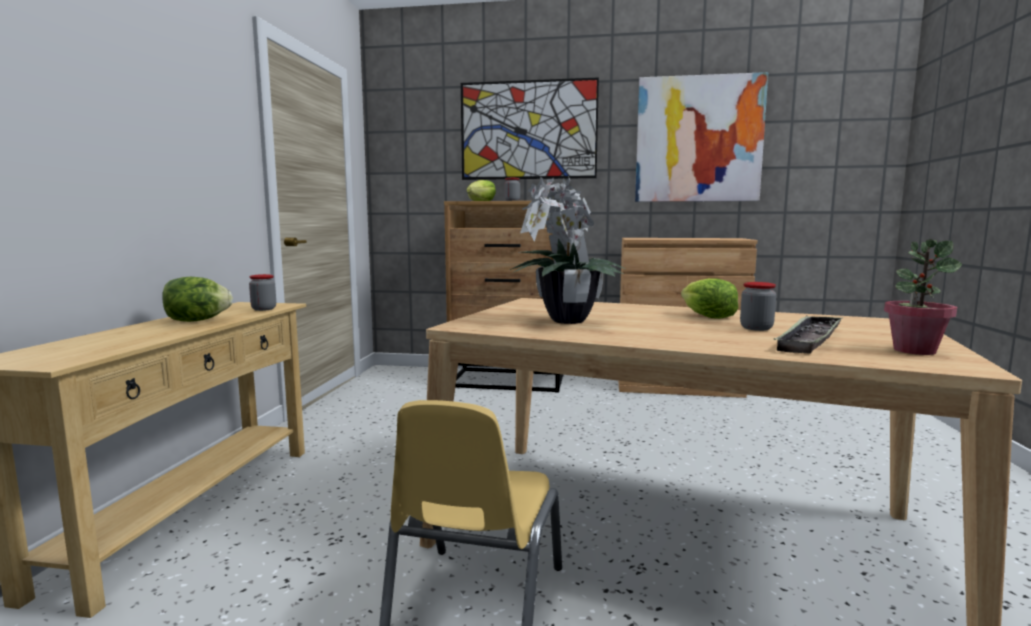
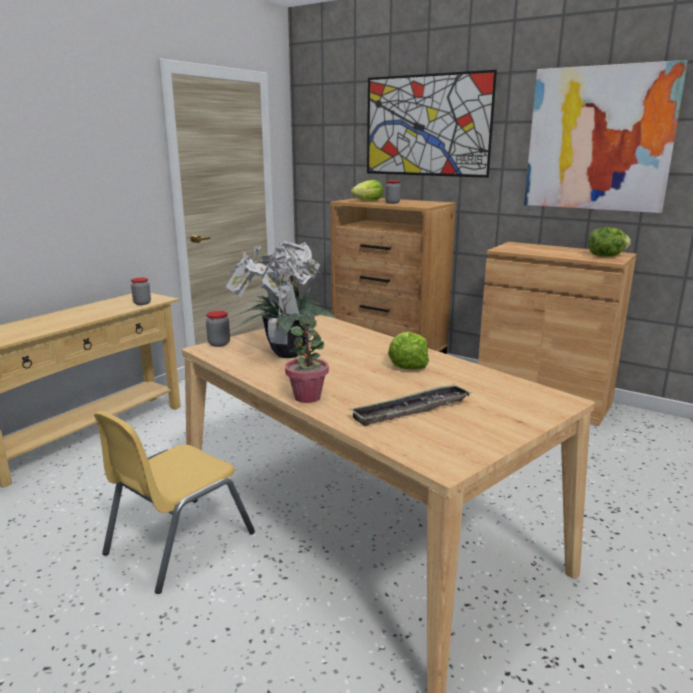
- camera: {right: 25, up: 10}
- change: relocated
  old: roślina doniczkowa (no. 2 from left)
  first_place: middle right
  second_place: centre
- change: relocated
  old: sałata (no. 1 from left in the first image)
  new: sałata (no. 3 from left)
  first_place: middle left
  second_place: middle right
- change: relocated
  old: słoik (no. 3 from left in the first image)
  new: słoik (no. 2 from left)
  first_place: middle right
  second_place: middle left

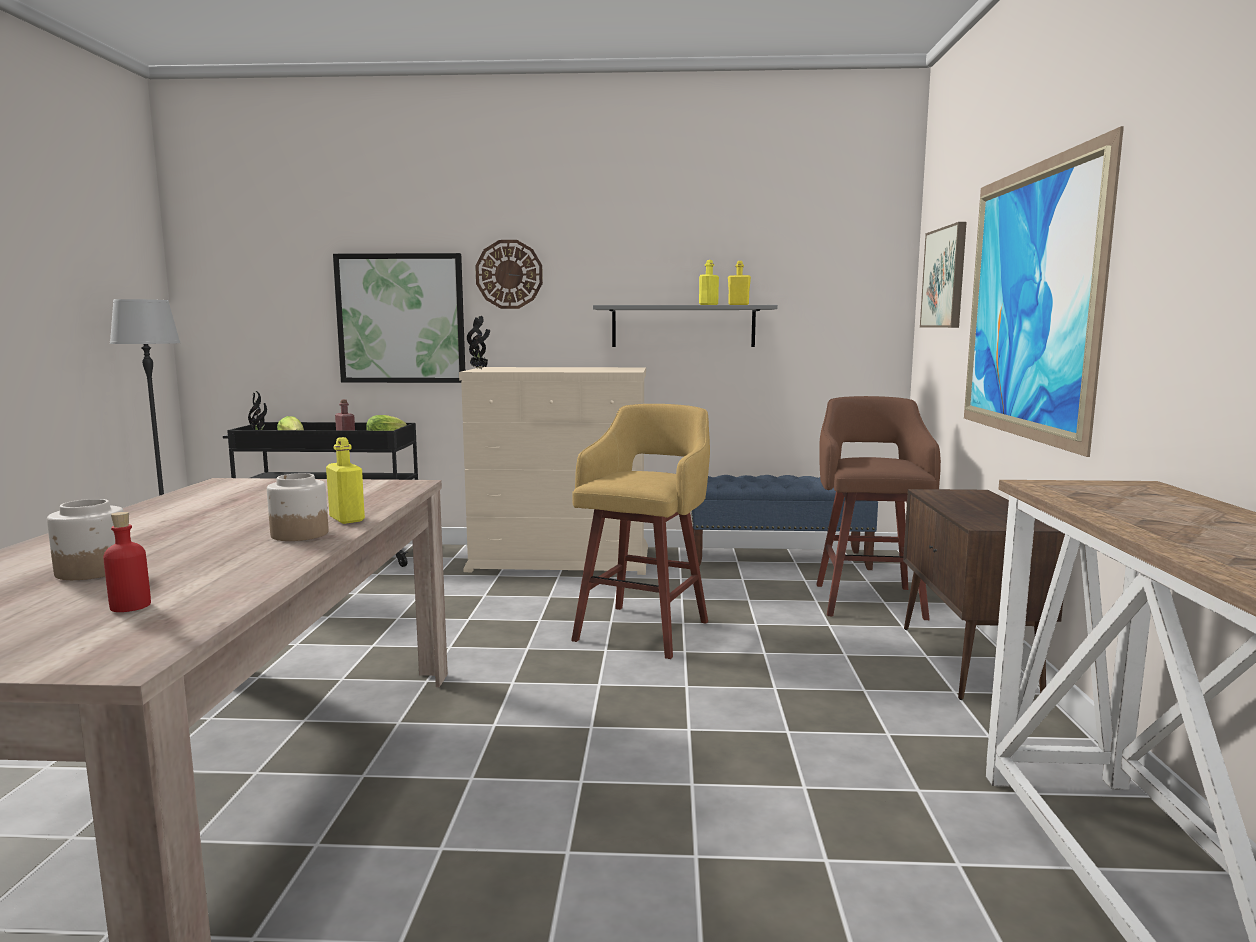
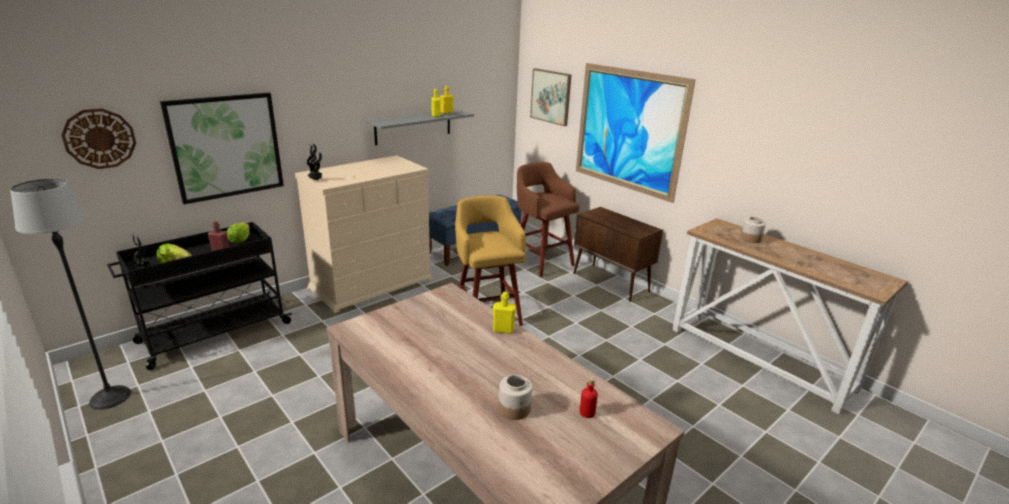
- camera: {right: -45, up: 15}
- change: relocated
  old: zegar ścienny
  first_place: top centre
  second_place: top left
- change: relocated
  old: słoik (no. 2 from left)
  first_place: middle left
  second_place: middle right

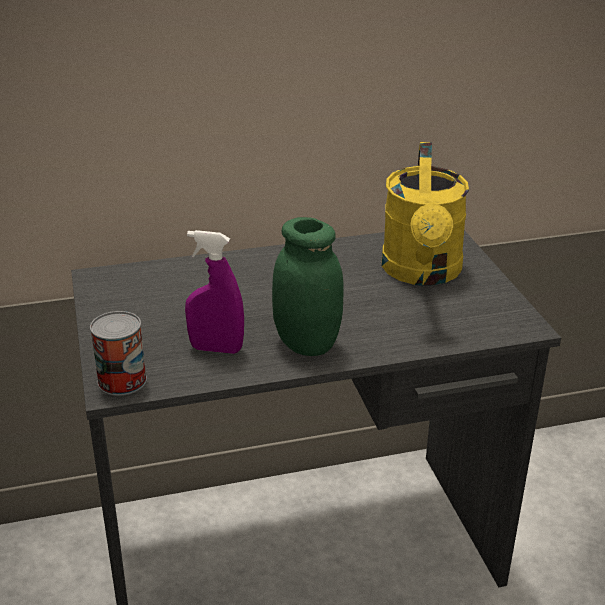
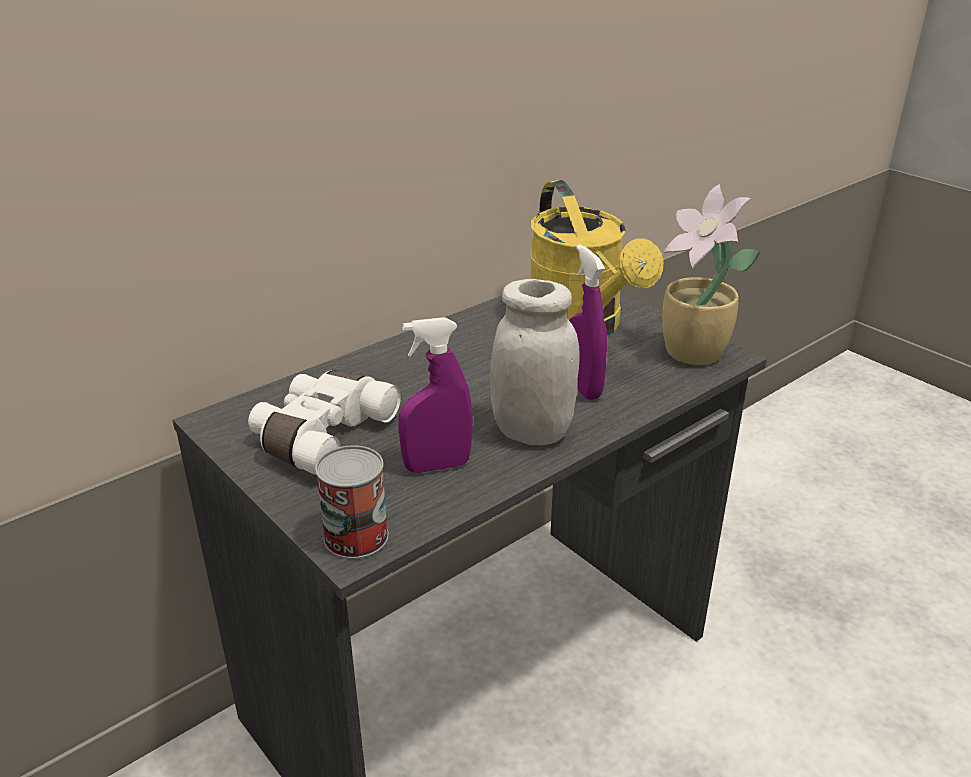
- camera: {right: -25, up: 0}
- change: colour
  old: słoik (zielony)
  new: słoik (biały)
  first_place: centre
  second_place: centre
- change: appeared
  new: roślina doniczkowa
  second_place: middle right
- change: appeared
  new: spryskiwacz (fioletowy) (no. 2 from left)
  second_place: centre
- change: appeared
  new: lornetka (biały)
  second_place: centre

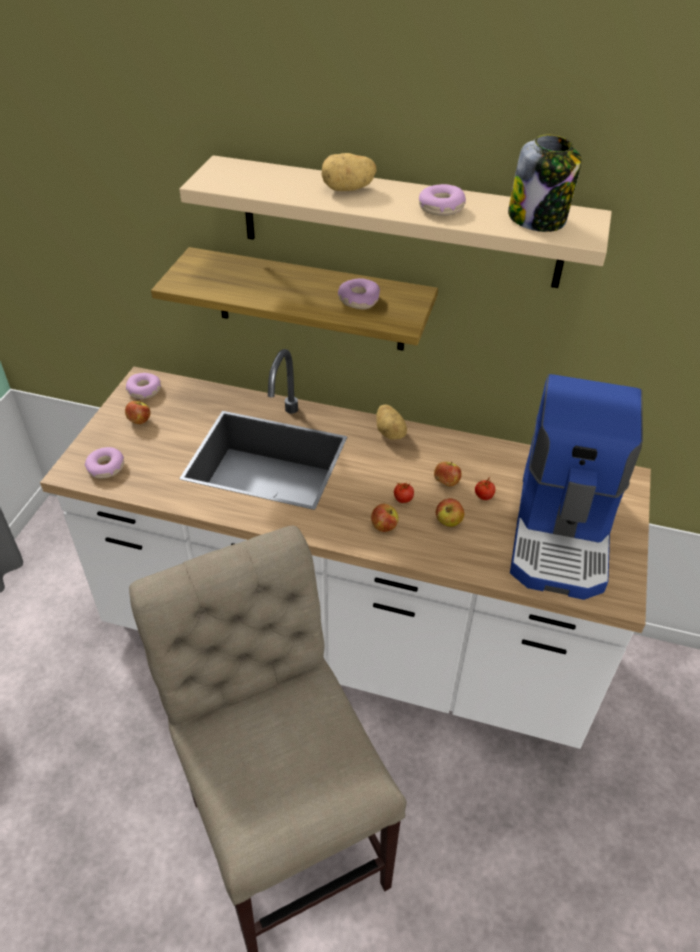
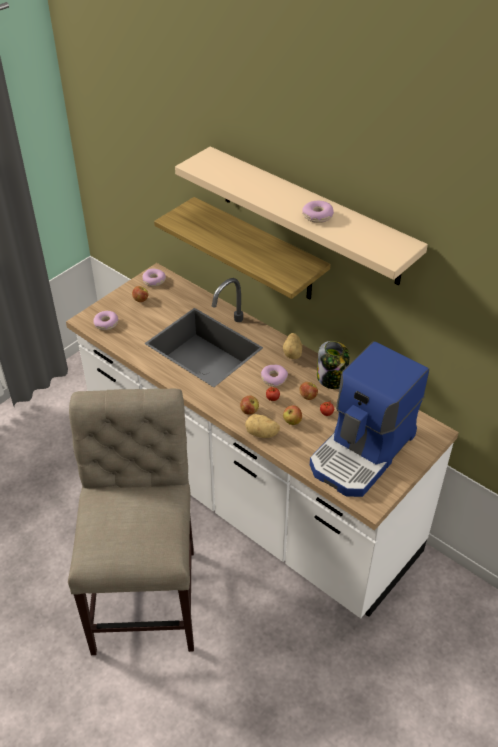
- camera: {right: 25, up: 0}
- change: relocated
  old: słoik
  first_place: top right
  second_place: middle right
- change: relocated
  old: ziemniak (no. 1 from left)
  first_place: top centre
  second_place: centre
- change: relocated
  old: donut (no. 3 from left)
  first_place: top centre
  second_place: centre

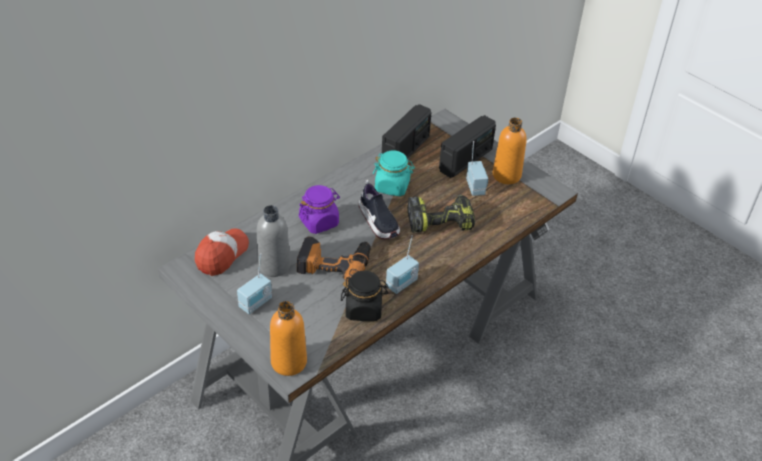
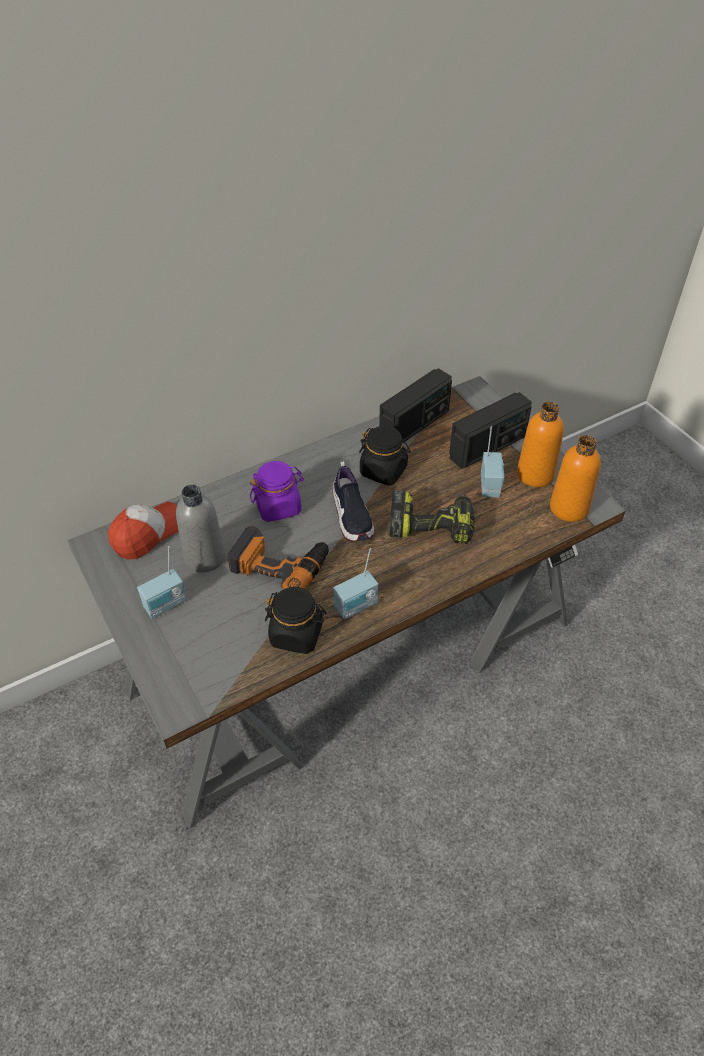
- camera: {right: 15, up: 5}
- change: colour
  old: słoik (turkusowy)
  new: słoik (czarny) (no. 2 from left)
  first_place: centre
  second_place: centre
- change: relocated
  old: butelka (pomarańczowy) (no. 1 from left in the first image)
  new: butelka (pomarańczowy) (no. 2 from left)
  first_place: bottom centre
  second_place: middle right

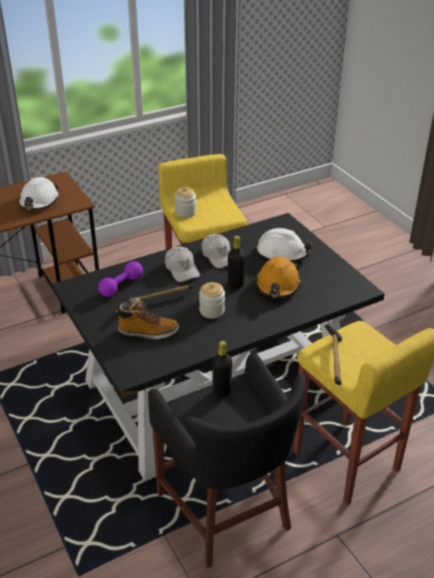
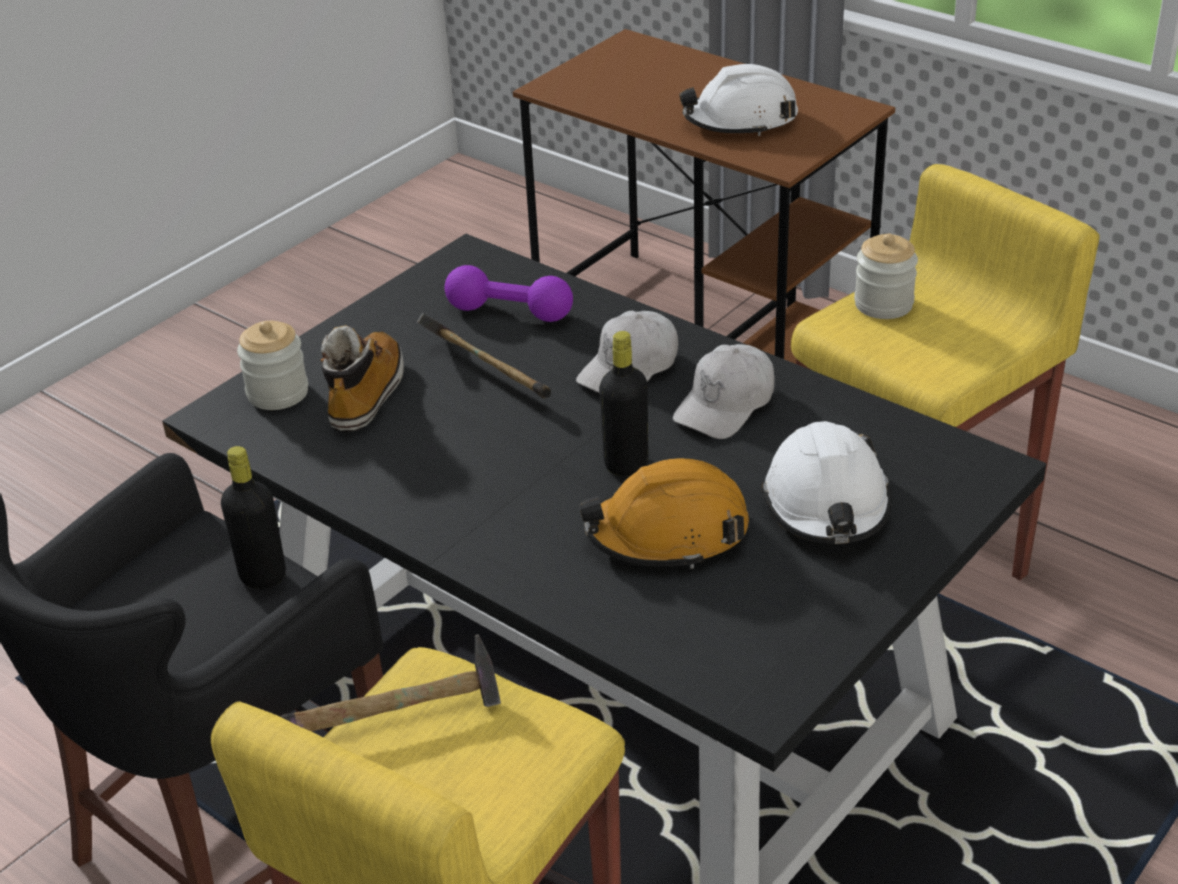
- camera: {right: 70, up: 0}
- change: relocated
  old: słoik (no. 2 from left in the first image)
  new: słoik (no. 1 from left)
  first_place: centre
  second_place: middle left
- change: spun
  old: but z cholewką
  first_place: centre
  second_place: middle left
  degrees: -150

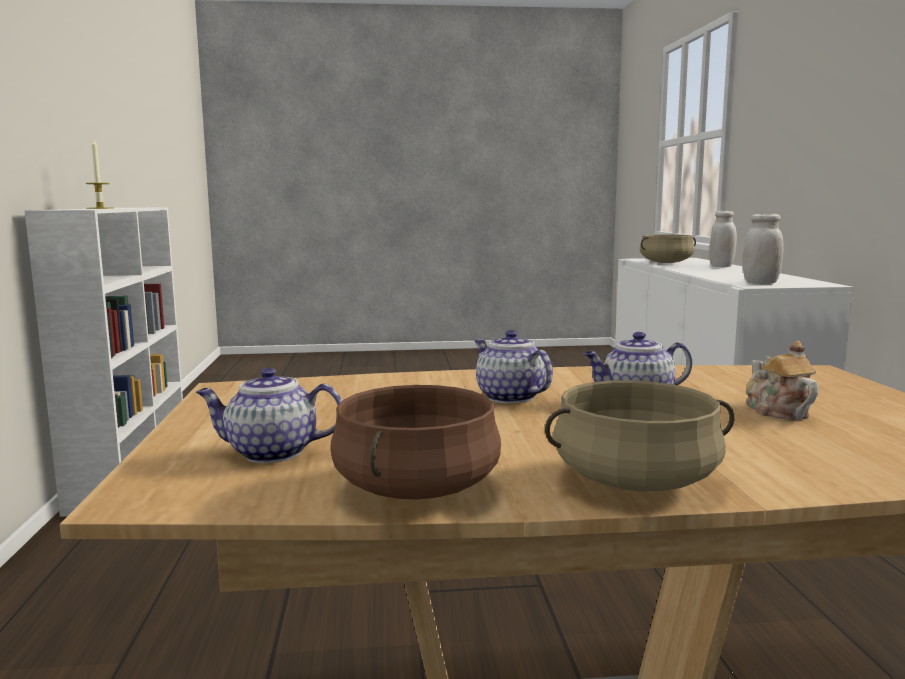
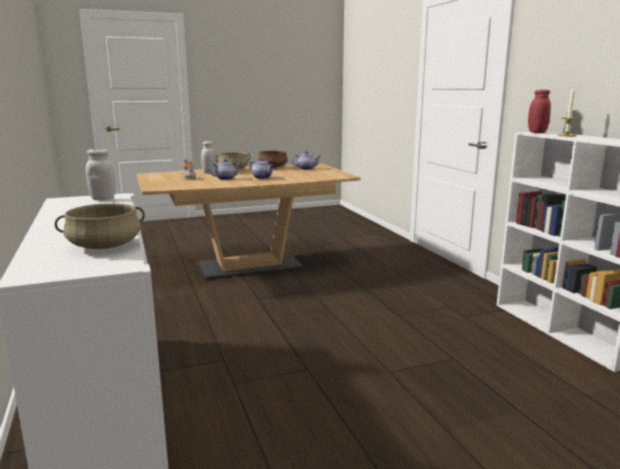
- camera: {right: 165, up: 5}
- change: relocated
  old: słoik (biały) (no. 1 from left in the first image)
  new: słoik (biały) (no. 2 from left)
  first_place: middle right
  second_place: centre
- change: appeared
  new: słoik (czerwony)
  second_place: top right

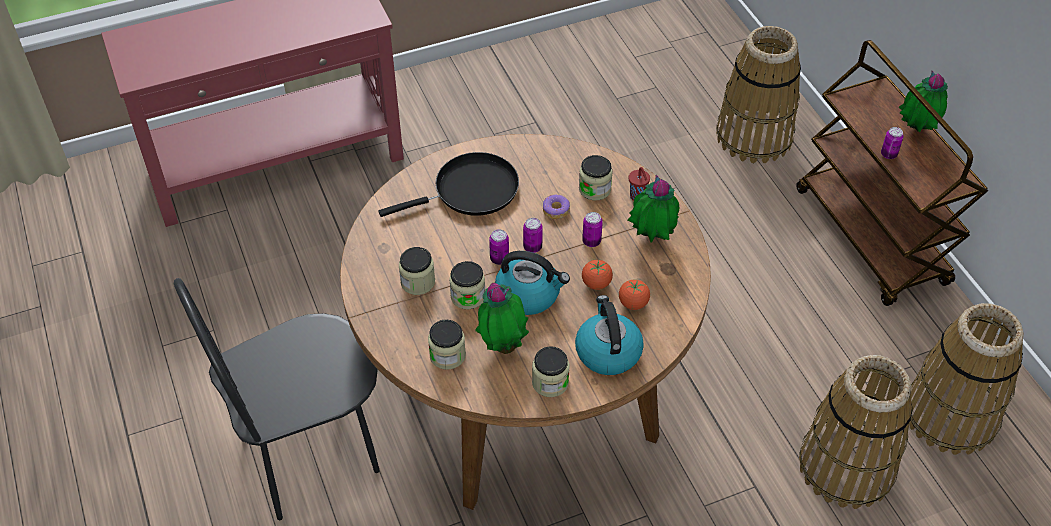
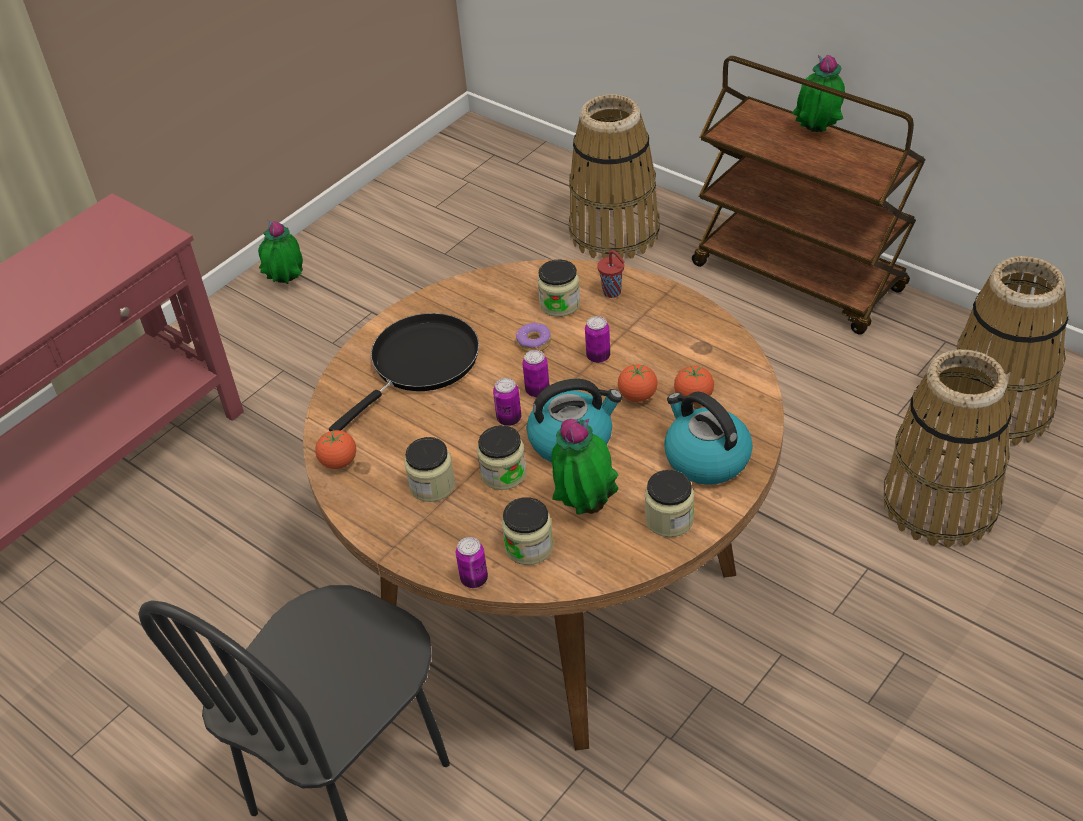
- camera: {right: -25, up: -5}
- change: relocated
  old: puszka (no. 4 from left in the first image)
  new: puszka (no. 1 from left)
  first_place: top right
  second_place: bottom centre
- change: relocated
  old: roślina doniczkowa (no. 2 from left in the first image)
  new: roślina doniczkowa (no. 1 from left)
  first_place: centre
  second_place: top left
- change: appeared
  new: pomidor (no. 1 from left)
  second_place: middle left

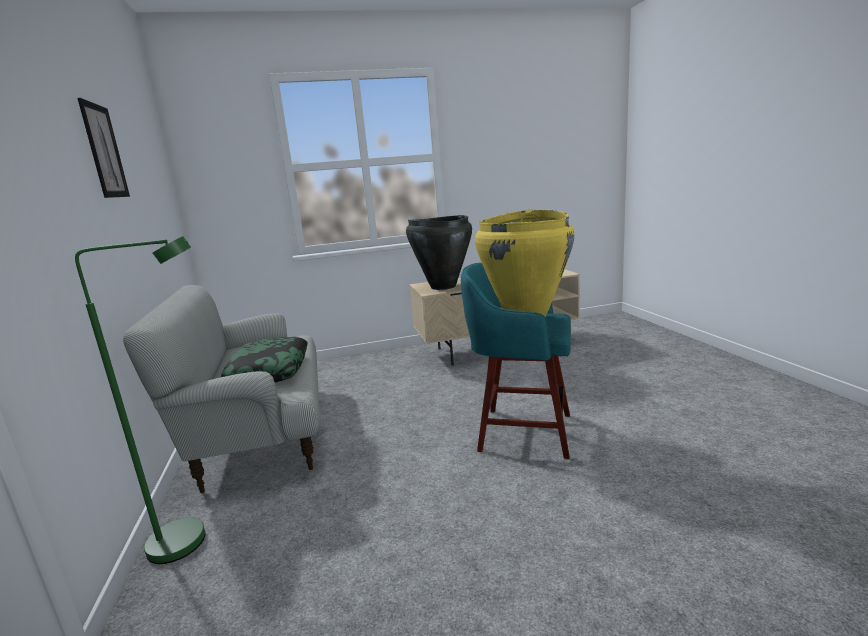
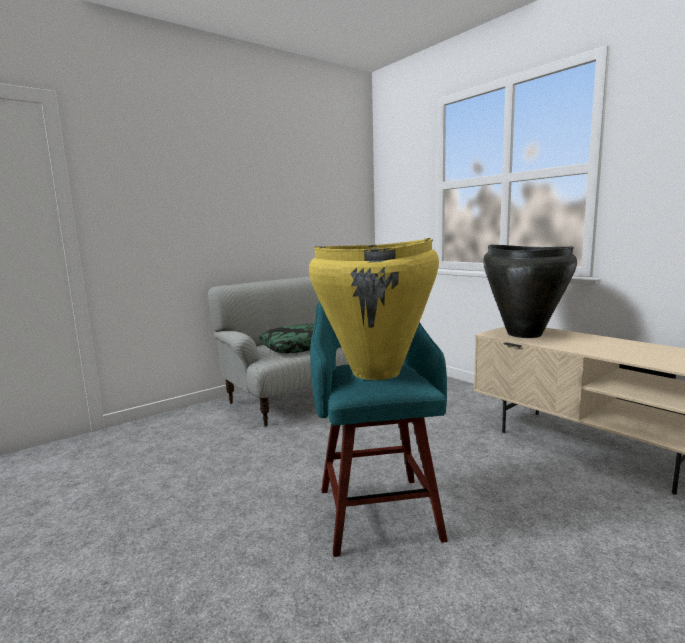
- camera: {right: 65, up: -5}
- change: missing
  old: obraz
  first_place: top left
- change: missing
  old: lampa stojąca (zielony)
  first_place: middle left

